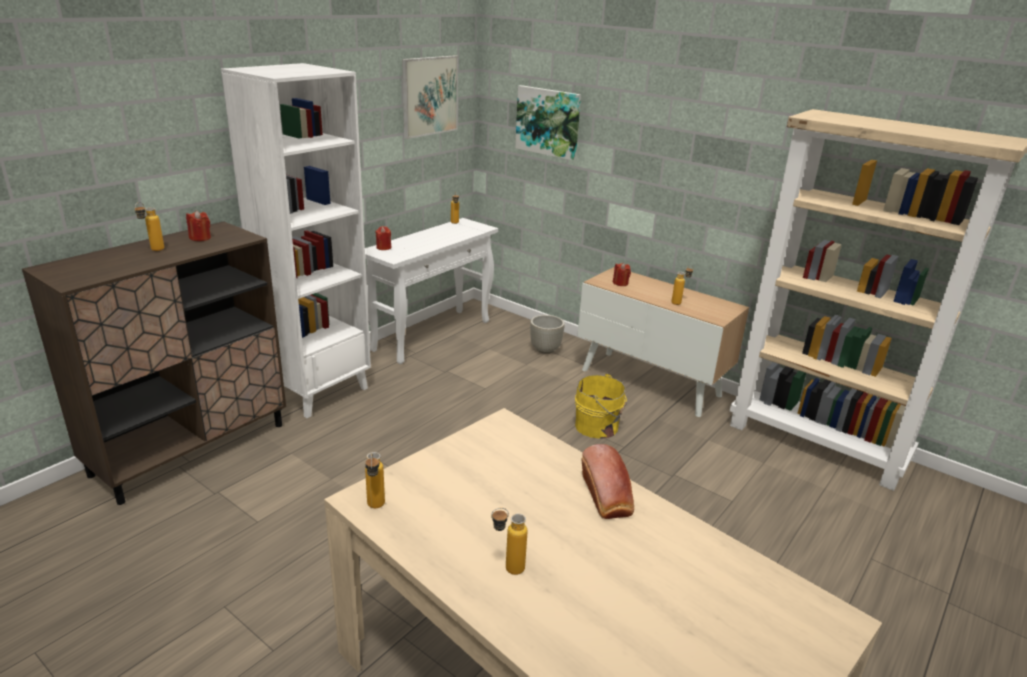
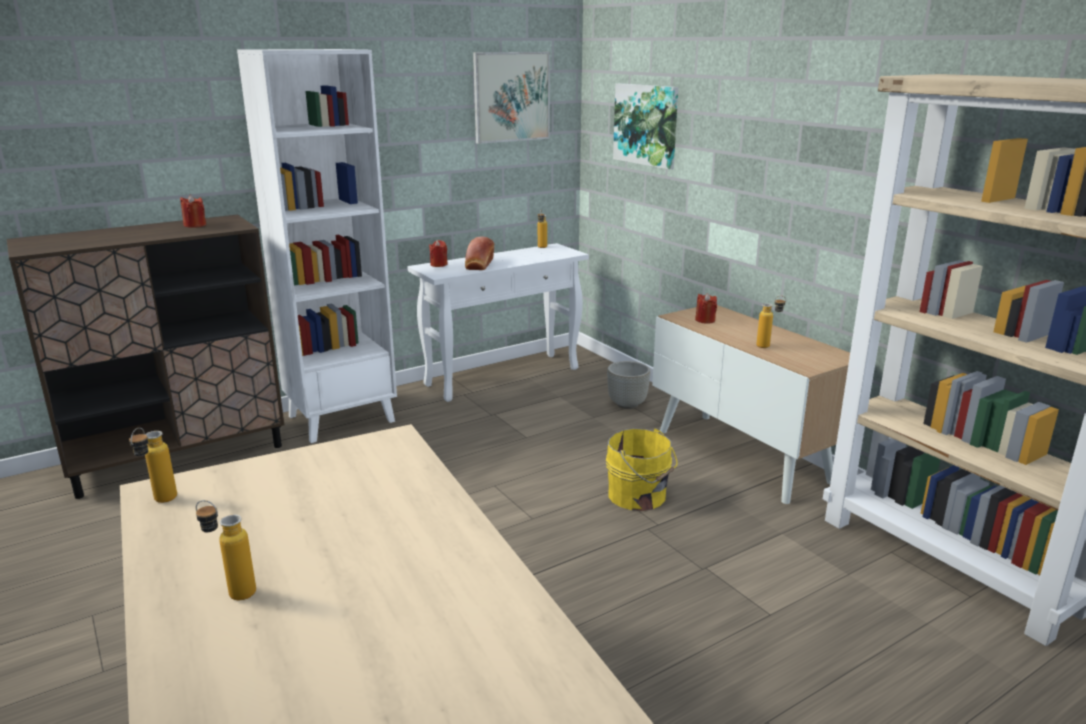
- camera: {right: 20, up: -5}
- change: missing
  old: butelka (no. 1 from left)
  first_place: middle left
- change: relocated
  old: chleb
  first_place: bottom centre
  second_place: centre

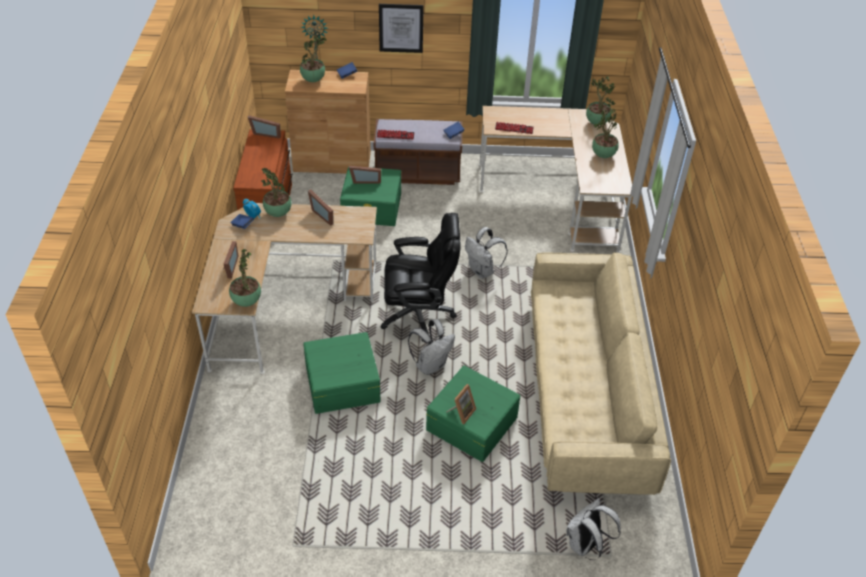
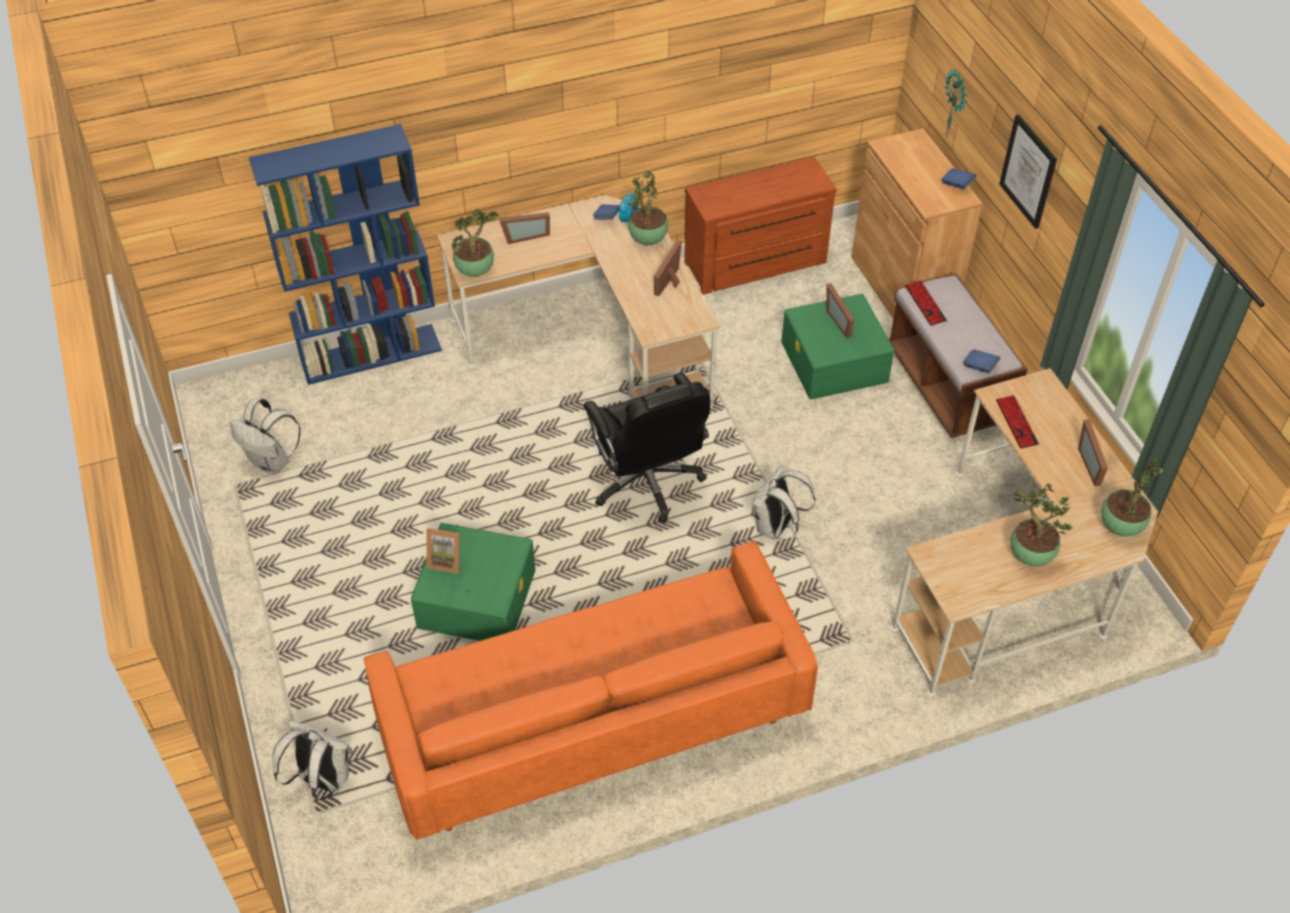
- camera: {right: 70, up: 5}
- change: missing
  old: roślina doniczkowa (no. 3 from left)
  first_place: top centre
- change: relocated
  old: ramka na zdjęcie (no. 2 from left in the first image)
  new: ramka na zdjęcie (no. 5 from left)
  first_place: top left
  second_place: middle right
- change: colour
  old: kanapa (beżowy)
  new: kanapa (pomarańczowy)
  first_place: middle right
  second_place: bottom centre
- change: relocated
  old: plecak (biały) (no. 1 from left)
  first_place: centre
  second_place: middle left
- change: missing
  old: pojemnik do przechowywania (zielony) (no. 1 from left)
  first_place: centre
- change: appeared
  new: regał (niebieski)
  second_place: top left

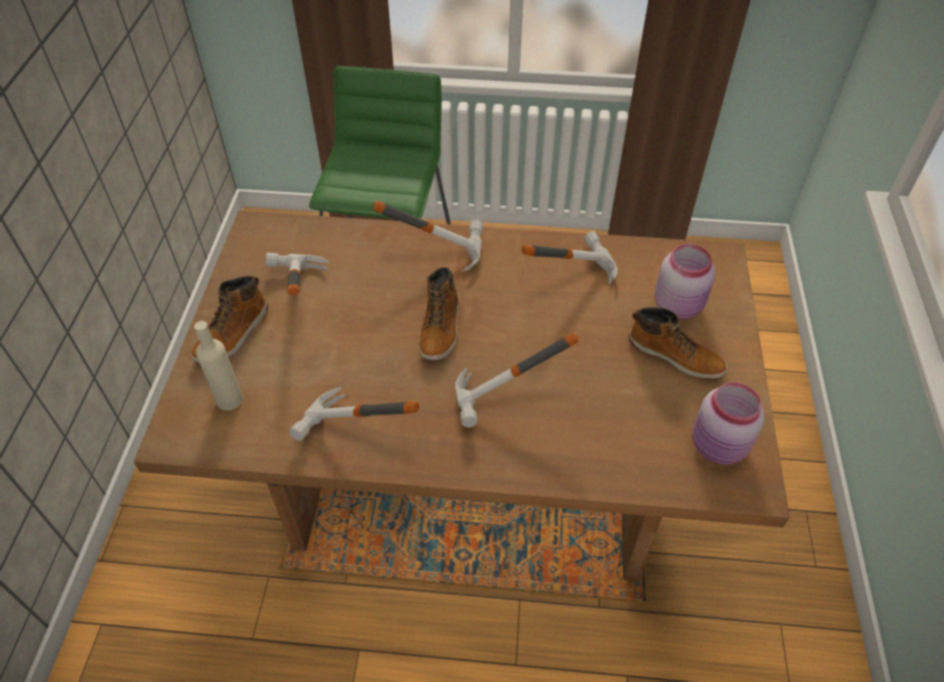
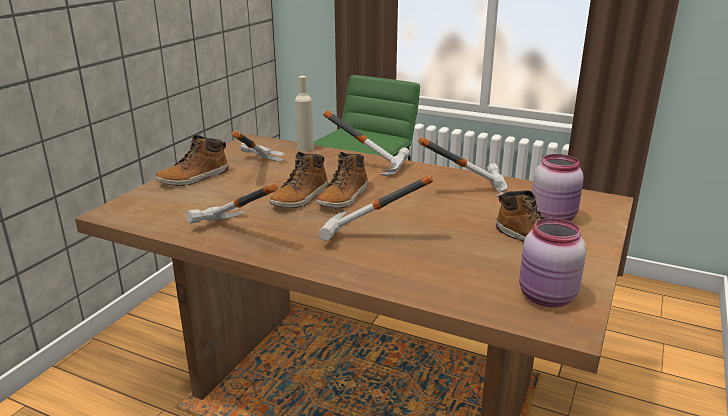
- camera: {right: 20, up: -25}
- change: relocated
  old: butelka (beżowy)
  first_place: middle left
  second_place: top centre
- change: appeared
  new: but z cholewką (no. 2 from left)
  second_place: centre

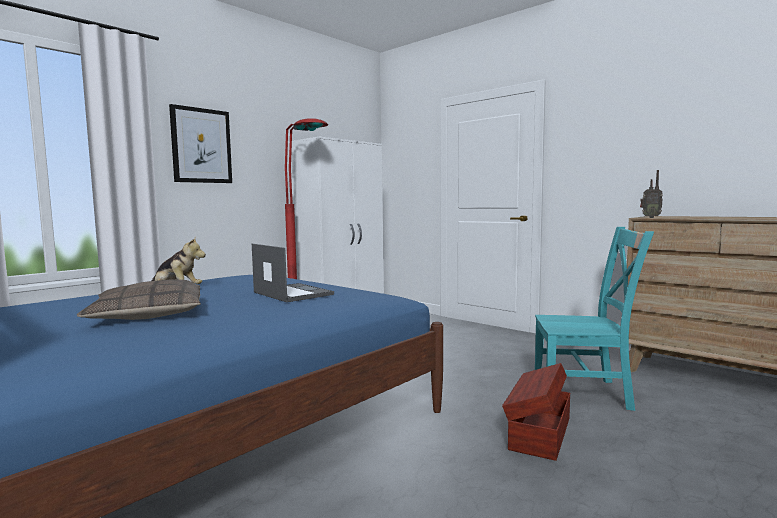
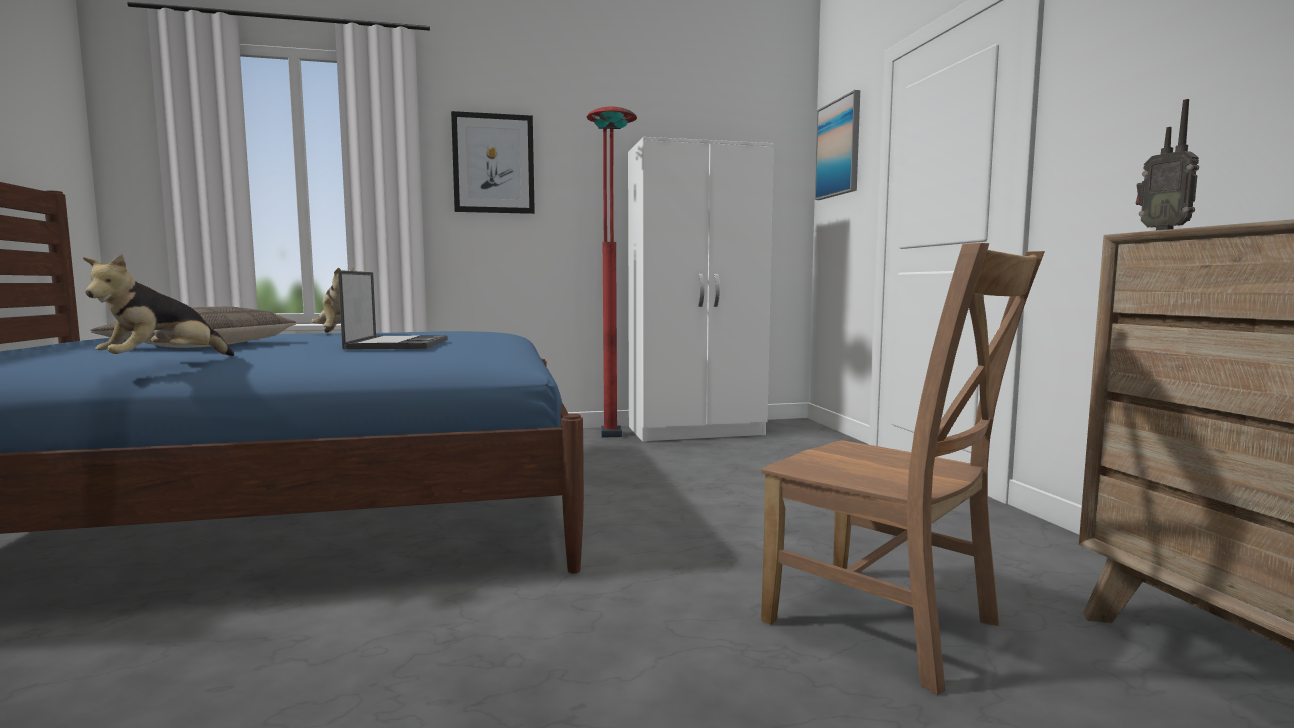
- camera: {right: 35, up: 0}
- change: colour
  old: krzesło (turkusowy)
  new: krzesło (brązowy)
  first_place: middle right
  second_place: middle right
- change: missing
  old: pojemnik do przechowywania (brązowy)
  first_place: bottom right
- change: appeared
  new: obraz (no. 2 from left)
  second_place: top centre
- change: appeared
  new: pluszak (no. 1 from left)
  second_place: middle left

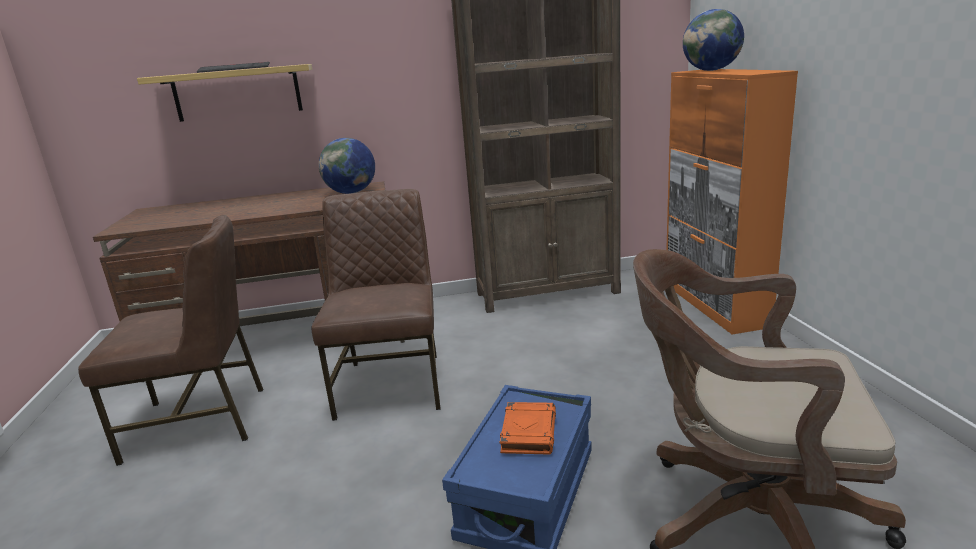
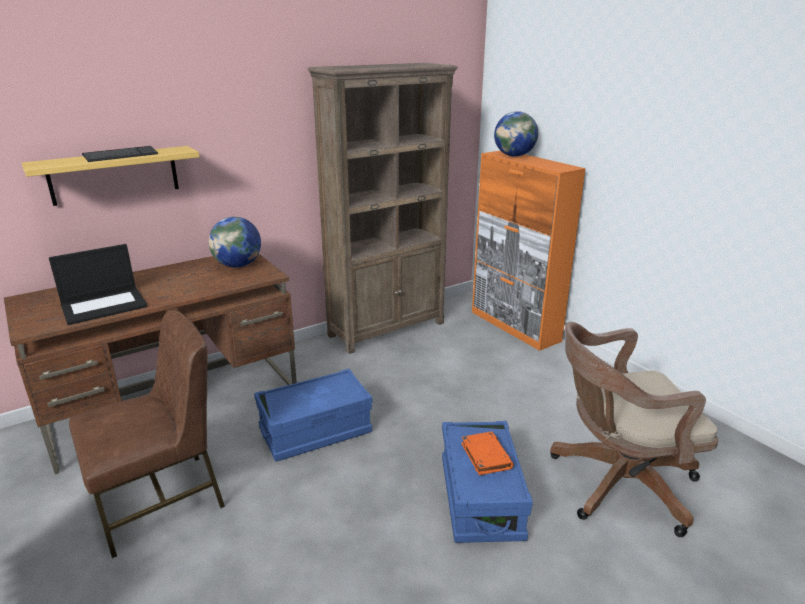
- camera: {right: -25, up: 5}
- change: exchanged
  old: krzesło (brązowy) (no. 2 from left)
  new: pojemnik do przechowywania (niebieski) (no. 1 from left)
  first_place: centre
  second_place: bottom centre
- change: appeared
  new: laptop
  second_place: middle left

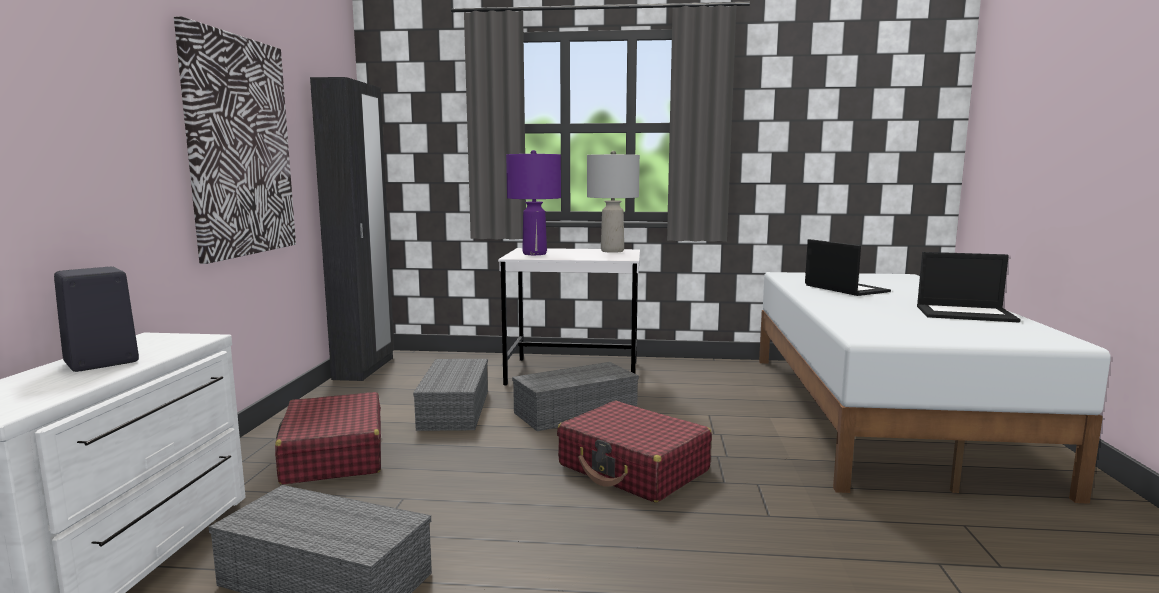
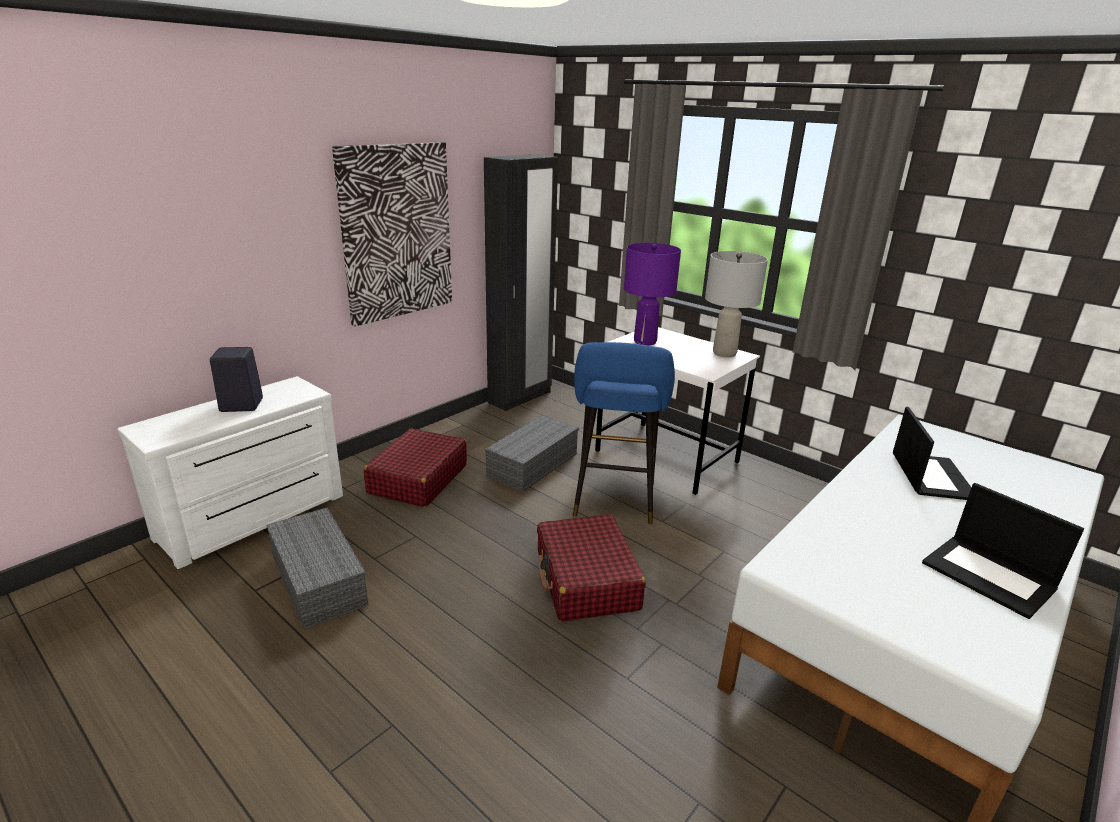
- camera: {right: 35, up: 15}
- change: exchanged
  old: pojemnik do przechowywania (szary) (no. 3 from left)
  new: stołek (niebieski)
  first_place: bottom centre
  second_place: centre

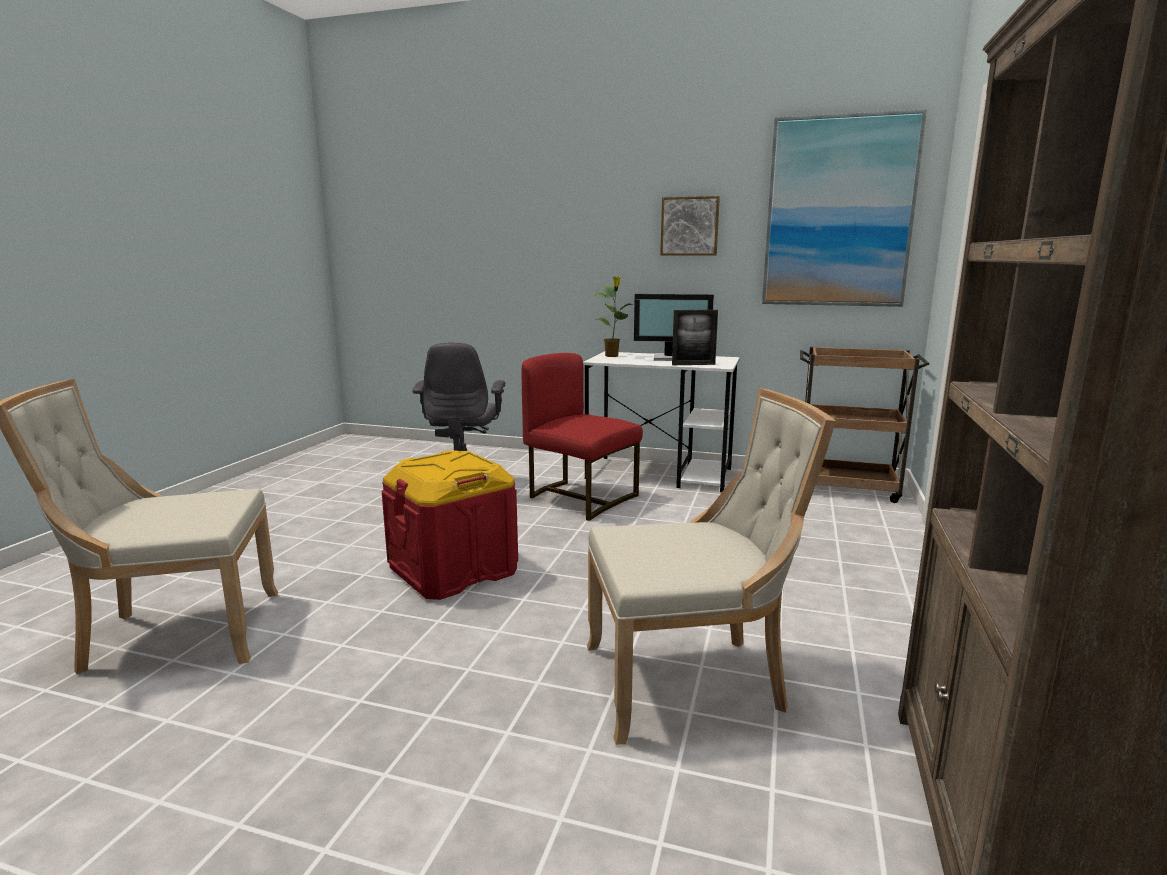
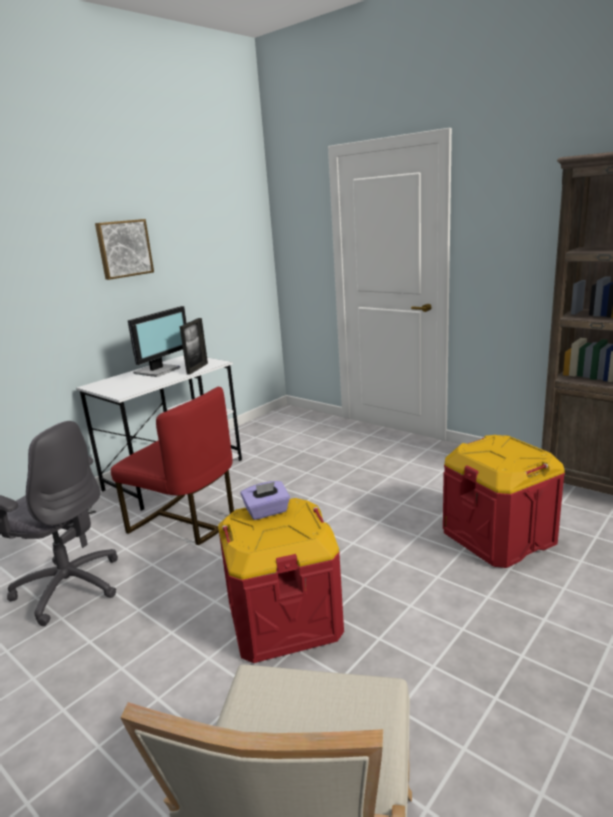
- camera: {right: -65, up: 5}
- change: missing
  old: obraz (no. 2 from left)
  first_place: top right
- change: missing
  old: roślina doniczkowa
  first_place: centre
- change: missing
  old: wózek (brązowy)
  first_place: middle right
- change: spun
  old: krzesło (czerwony)
  first_place: centre
  second_place: middle left
  degrees: -120
- change: exchanged
  old: krzesło (beżowy) (no. 2 from left)
  new: pojemnik do przechowywania (czerwony) (no. 2 from left)
  first_place: centre
  second_place: middle right
- change: appeared
  new: pudełko chusteczek (fioletowy)
  second_place: centre

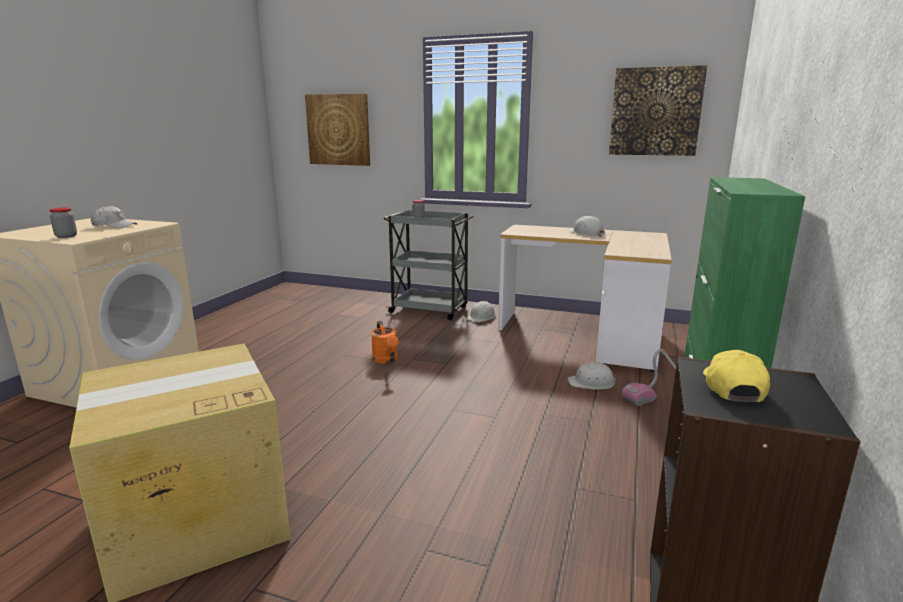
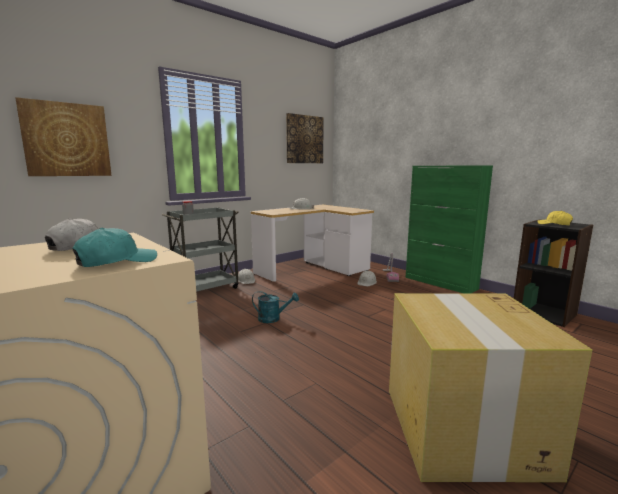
- camera: {right: -60, up: -5}
- change: exchanged
  old: słoik (no. 1 from left)
  new: czapka z daszkiem (turkusowy)
  first_place: middle left
  second_place: middle left
- change: colour
  old: konewka (pomarańczowy)
  new: konewka (turkusowy)
  first_place: centre
  second_place: centre

